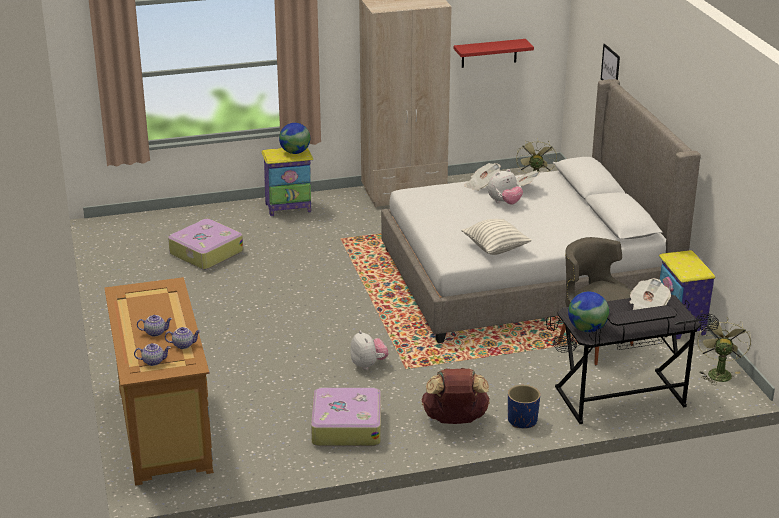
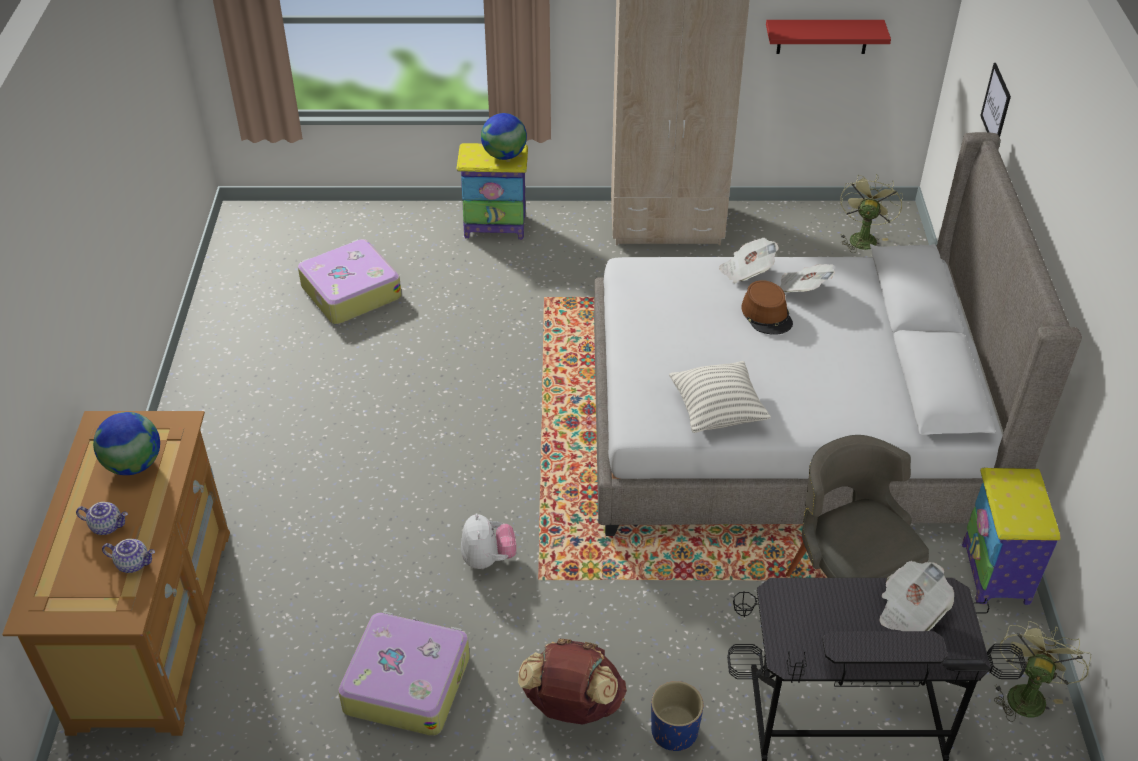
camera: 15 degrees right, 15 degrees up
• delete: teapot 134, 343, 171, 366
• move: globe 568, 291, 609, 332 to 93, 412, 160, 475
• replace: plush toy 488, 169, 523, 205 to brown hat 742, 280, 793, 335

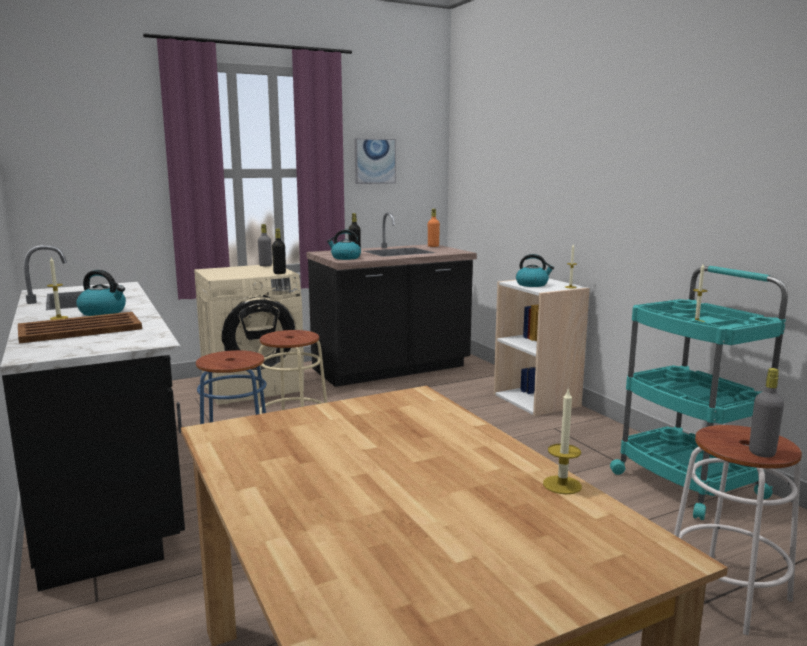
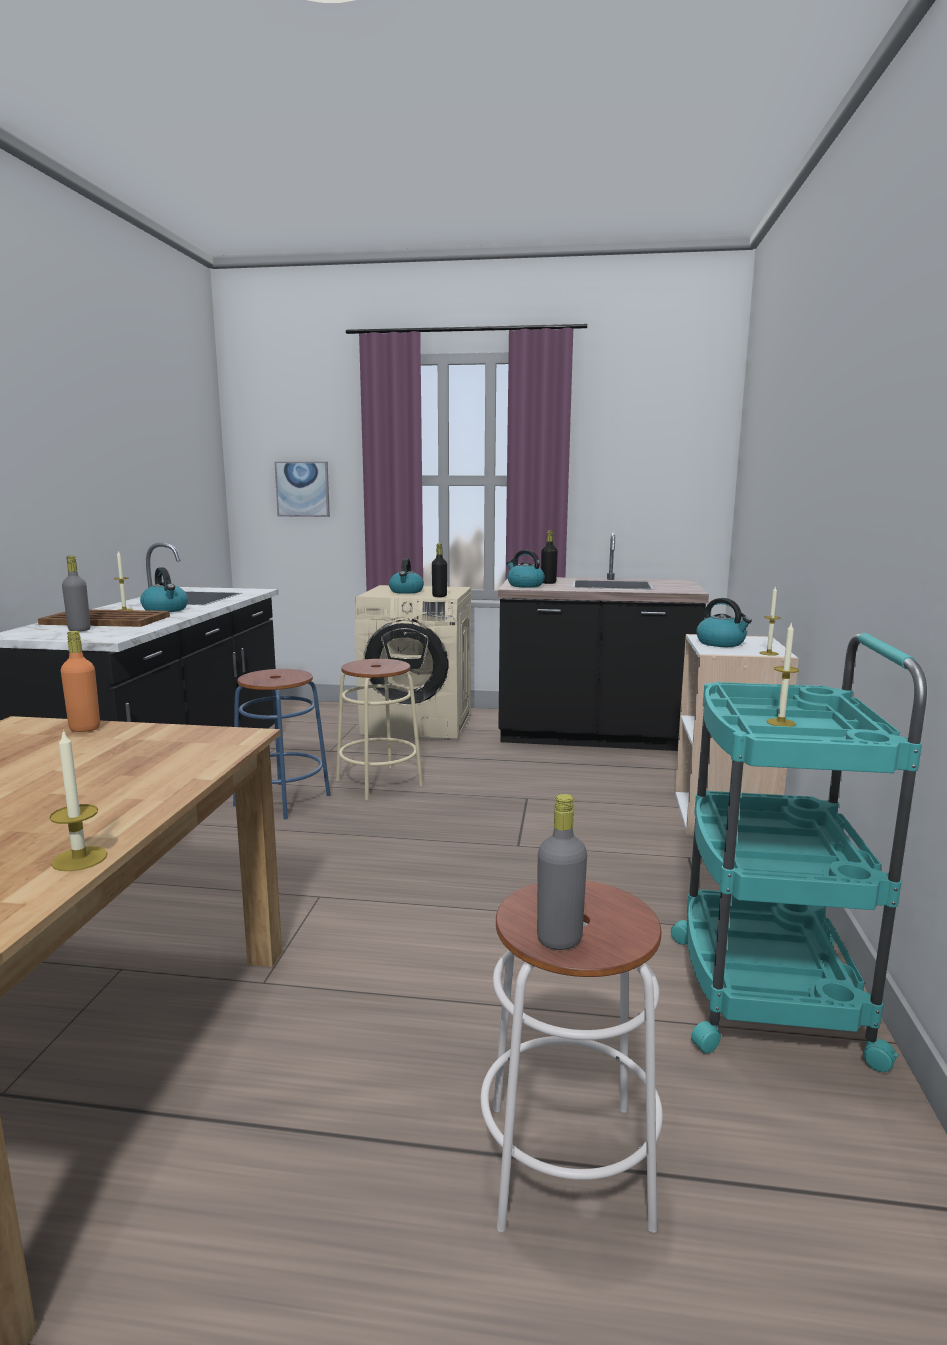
camera: 35 degrees right, 0 degrees up
• insert: kettle 389, 558, 424, 594
• move: grey bottle 258, 224, 272, 266 to 62, 556, 91, 632
• move: picture 355, 138, 396, 184 to 274, 462, 330, 517
• move: orange bottle 428, 209, 440, 247 to 61, 631, 100, 732

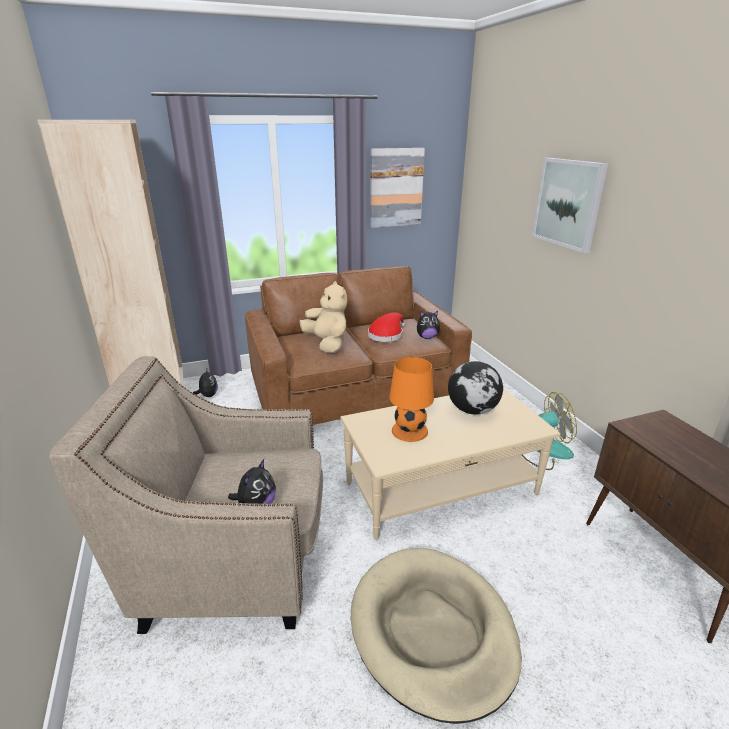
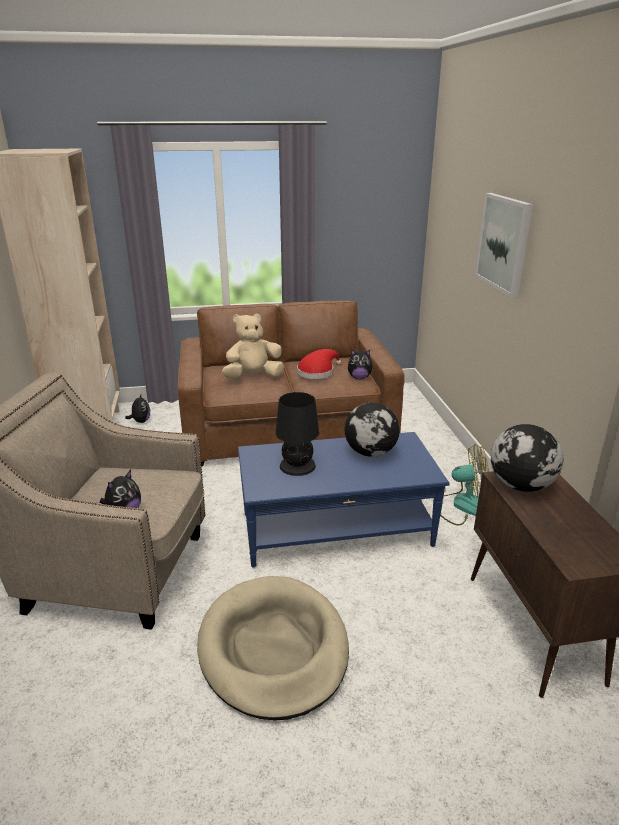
camera: 10 degrees right, 0 degrees up
• delete: picture 370, 148, 425, 228
• insert: globe 491, 424, 564, 492
• recolor: beige coffee table 340, 387, 560, 540 to blue coffee table 238, 432, 450, 568
• recolor: orange table lamp 389, 357, 434, 442 to black table lamp 276, 392, 319, 476
• rotate: beige plush toy 299, 281, 348, 353 = 222, 313, 284, 378 90 degrees counterclockwise

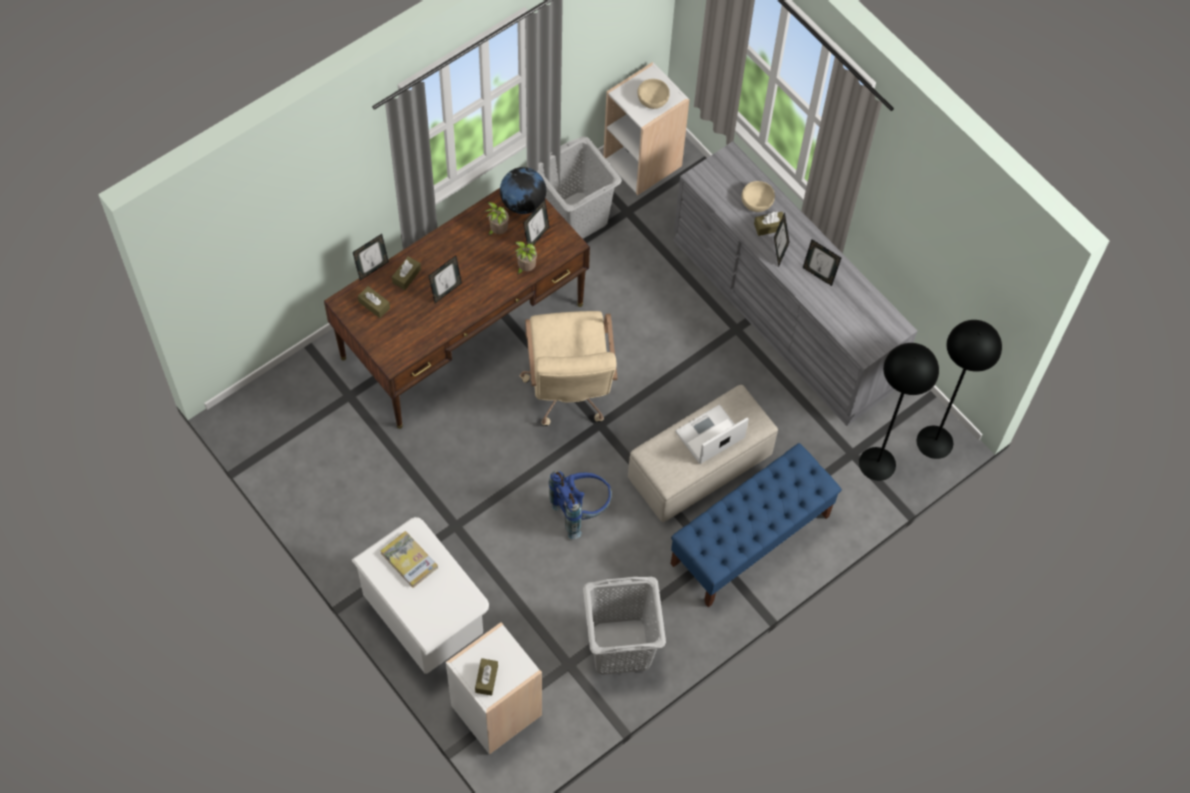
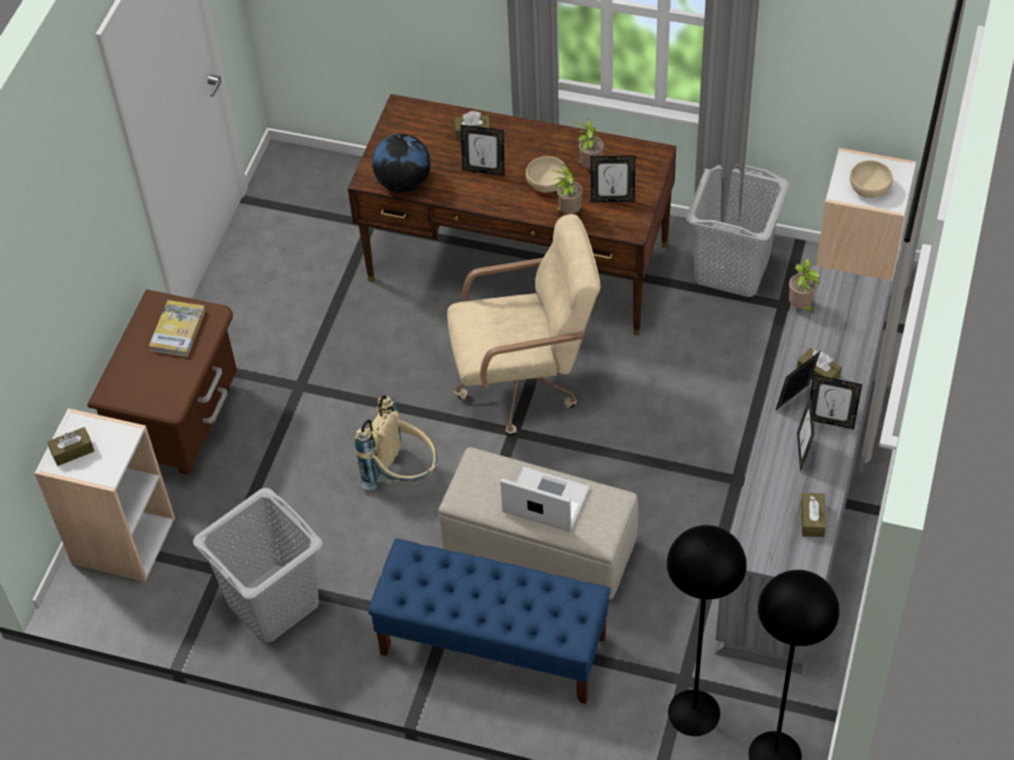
camera: 60 degrees right, 10 degrees down
• insert: potted plant 789, 259, 820, 314
• move: picture frame 353, 234, 389, 281 to 810, 374, 862, 429
• move: brown tissue box 358, 286, 390, 318 to 801, 493, 826, 537
• move: globe 500, 167, 546, 214 to 372, 134, 431, 193
• move: beige bowl 741, 181, 775, 212 to 526, 156, 567, 193
• recolor: white nightstand 352, 517, 489, 674 to brown nightstand 87, 289, 237, 475
• recolor: blue backpack 549, 471, 612, 539 to beige backpack 354, 395, 437, 490
• rotate: beige office chair 520, 311, 617, 426 = 447, 214, 600, 436 150 degrees counterclockwise

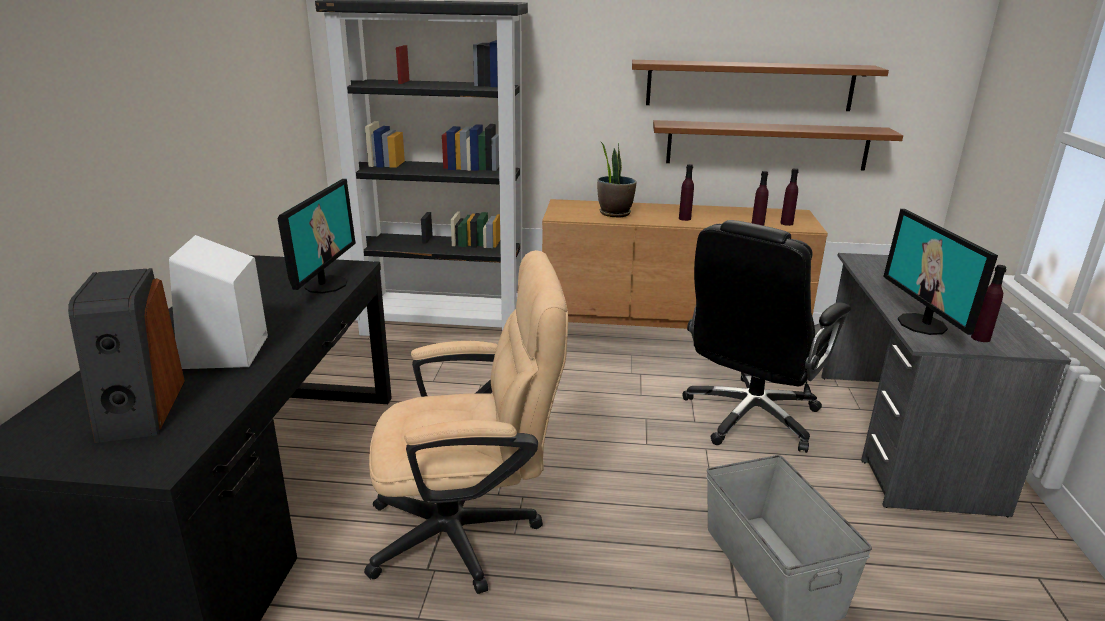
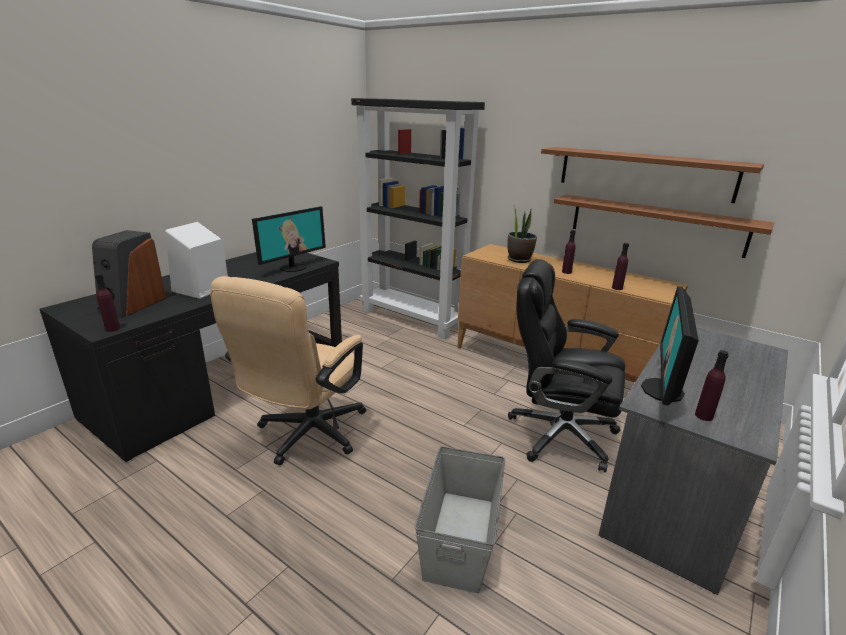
camera: 30 degrees right, 0 degrees up
• move: purple bottle 781, 168, 799, 226 to 95, 274, 120, 332
• rotate: beige office chair 364, 250, 568, 594 = 210, 276, 366, 465 90 degrees clockwise
• rotate: black office chair 683, 220, 851, 453 = 508, 259, 625, 472 45 degrees clockwise

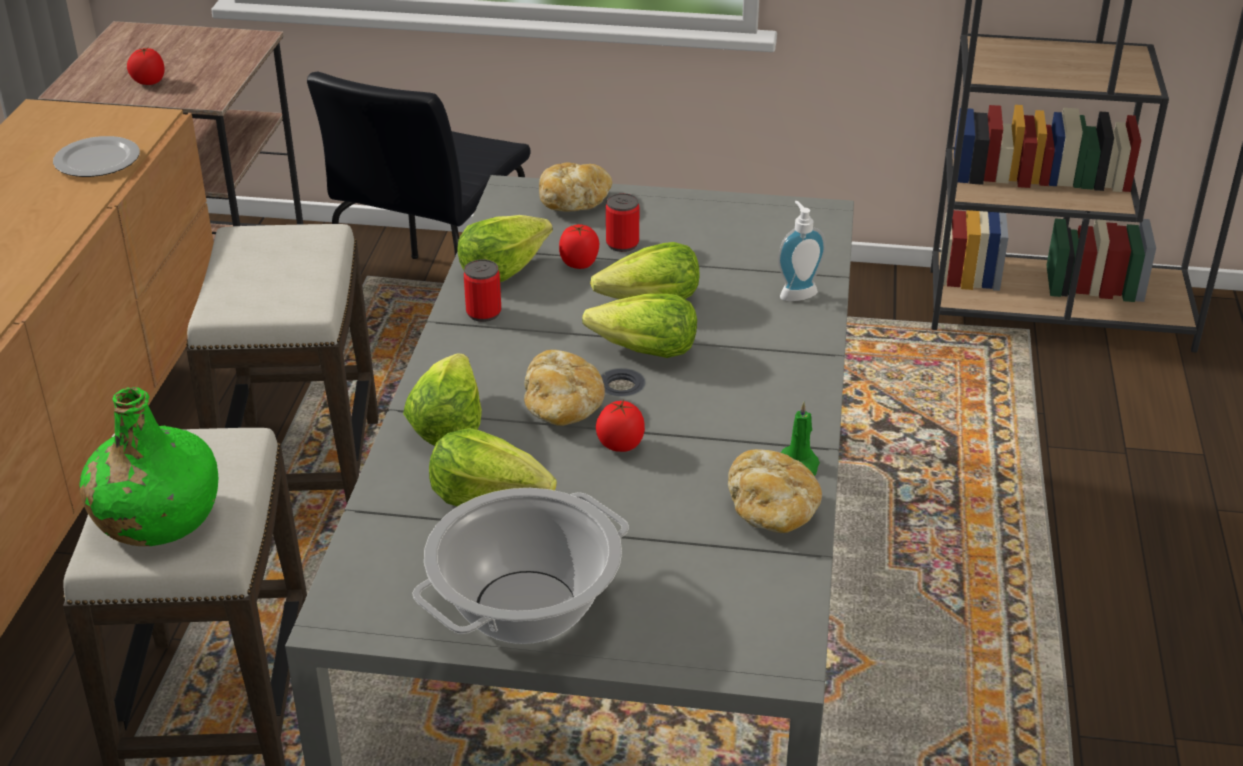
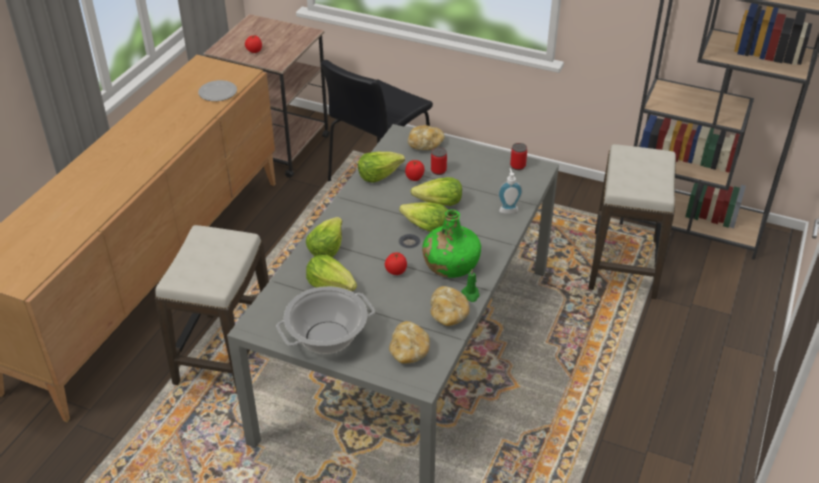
camera: 15 degrees right, 5 degrees up
• move: green bottle 79, 387, 218, 546 to 422, 209, 481, 278
• move: stool 186, 224, 379, 503 to 588, 144, 676, 299
• move: can 464, 259, 501, 322 to 510, 143, 527, 170
• move: bread 524, 350, 605, 426 to 389, 321, 430, 364

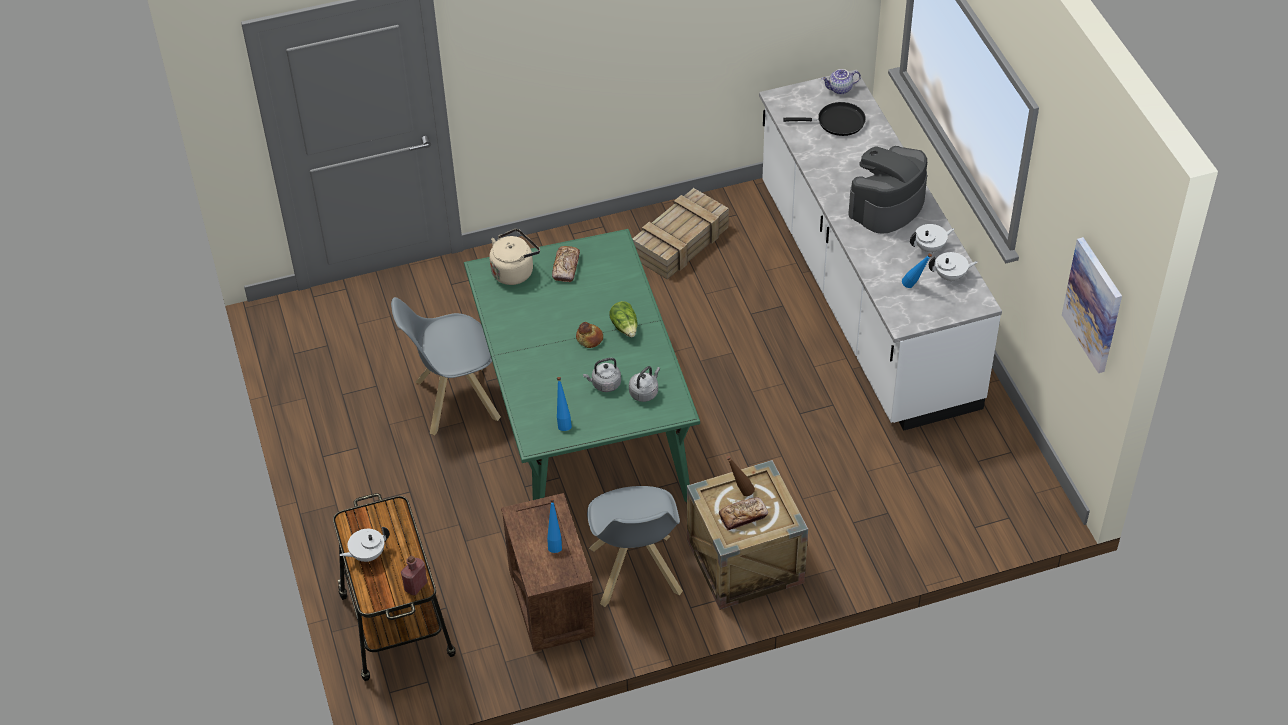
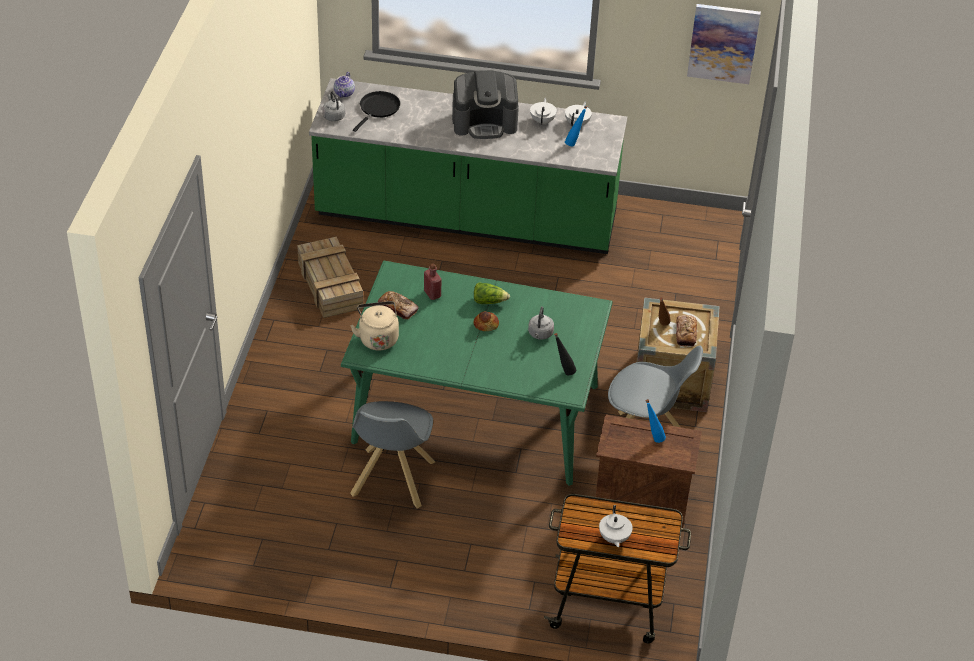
camera: 65 degrees left, 5 degrees down
• move: red bottle 401, 556, 427, 595 to 424, 264, 442, 300
• move: grey kettle 629, 366, 660, 402 to 322, 92, 345, 122
• recolor: blue bottle 557, 377, 572, 431 to black bottle 554, 333, 576, 375
• recolor: white counter 759, 70, 1002, 431 to green counter 309, 78, 627, 254
• rotate: coffee machine 848, 146, 927, 233 = 452, 70, 519, 139 75 degrees counterclockwise

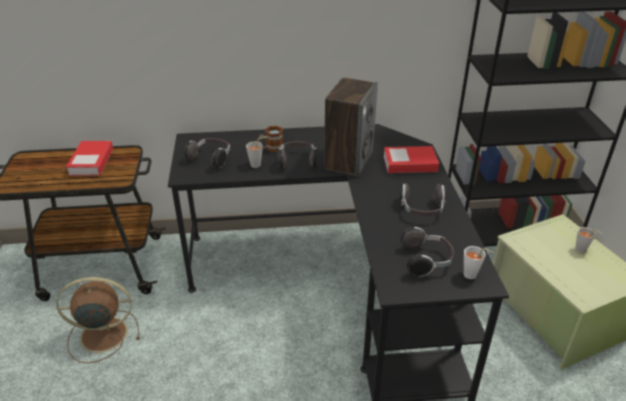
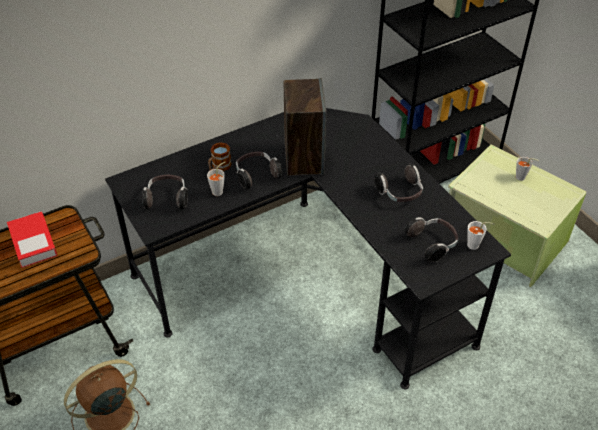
camera: 25 degrees left, 10 degrees up
• delete: book 383, 146, 439, 173

